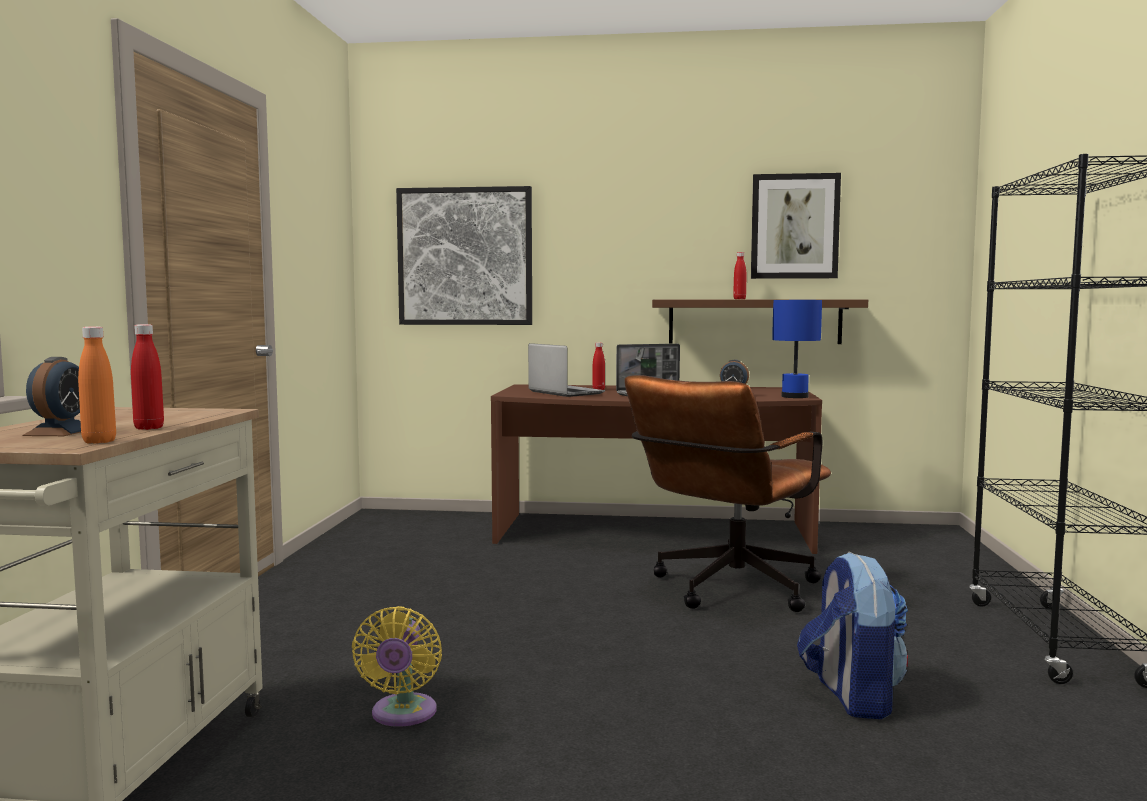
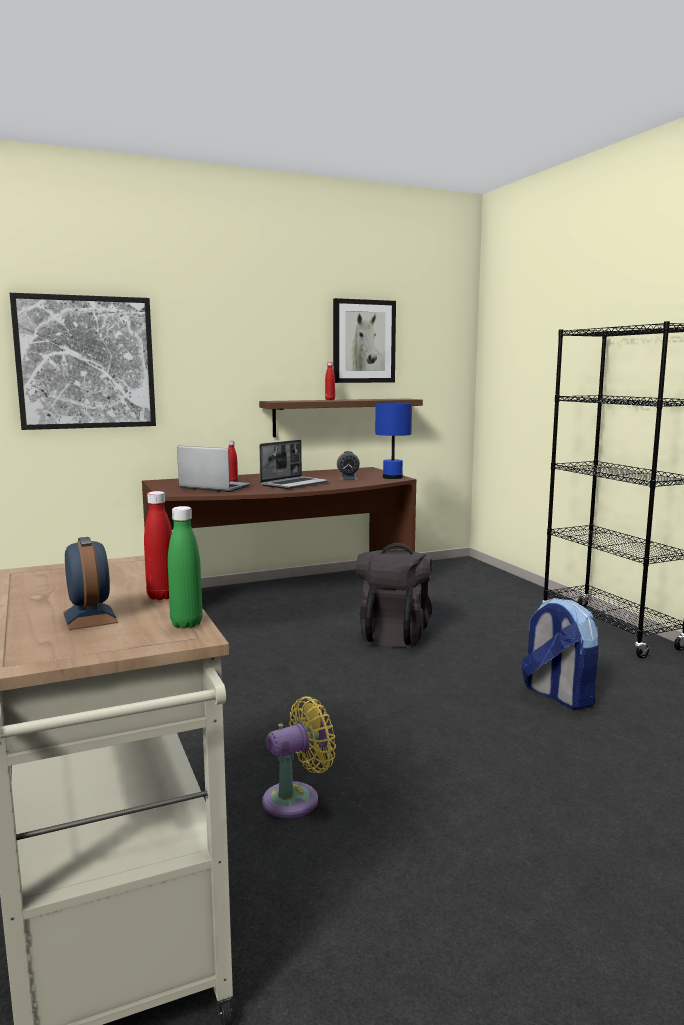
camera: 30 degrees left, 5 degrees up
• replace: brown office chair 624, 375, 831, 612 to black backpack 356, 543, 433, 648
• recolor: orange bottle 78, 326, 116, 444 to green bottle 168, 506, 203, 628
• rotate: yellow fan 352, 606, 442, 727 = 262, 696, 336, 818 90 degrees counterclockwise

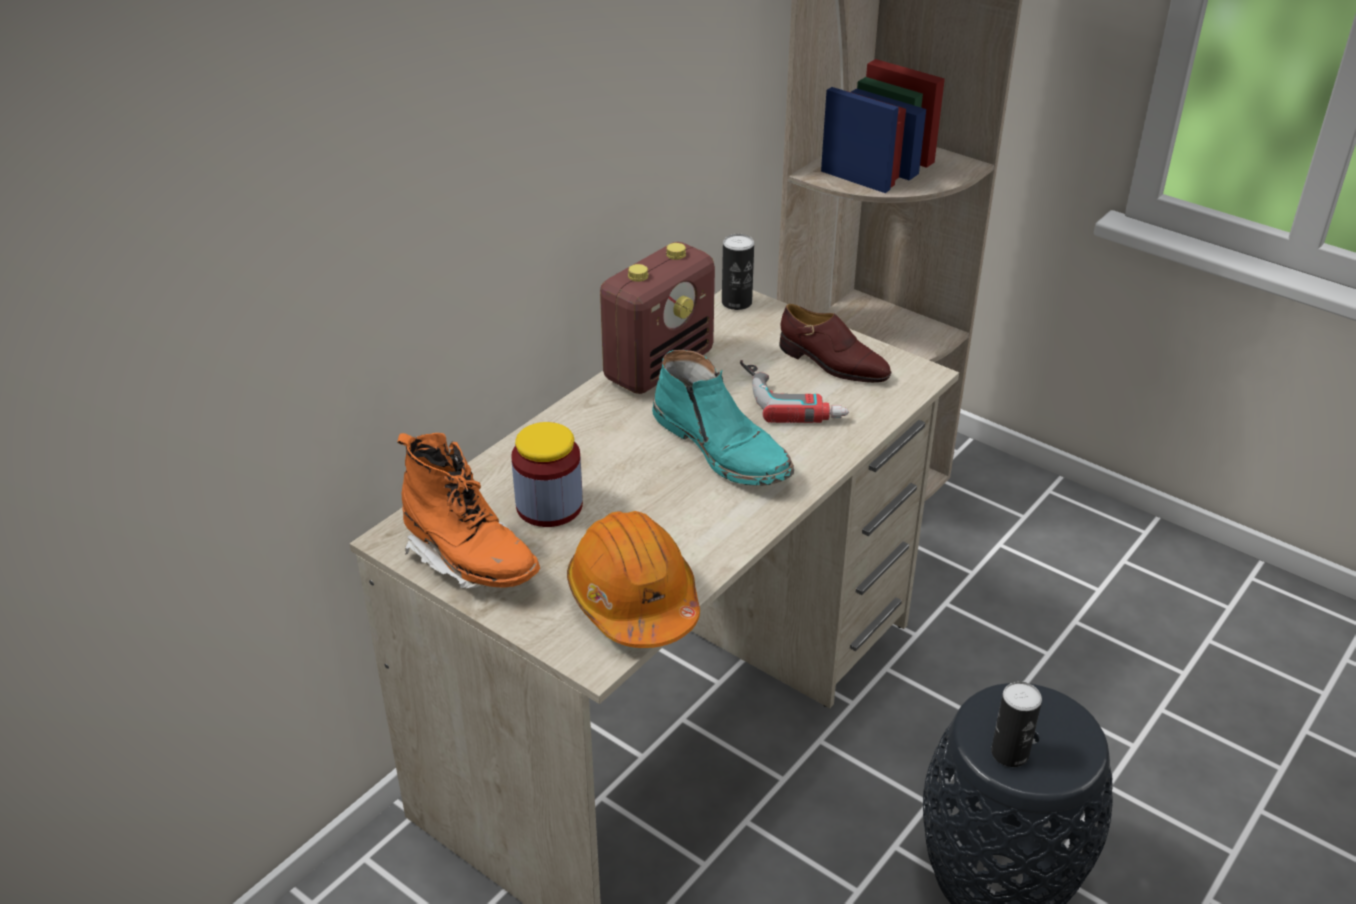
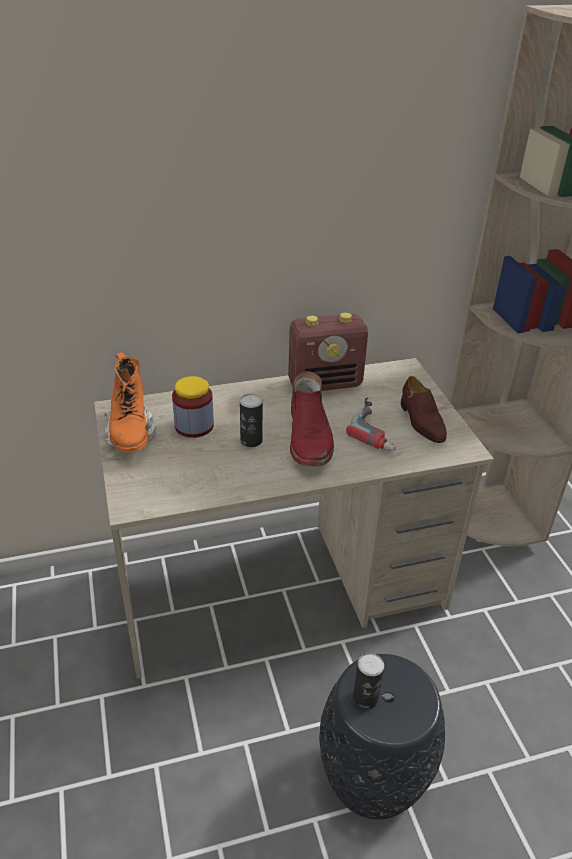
camera: 35 degrees right, 0 degrees up
• delete: orange hard hat 567, 511, 700, 648
• move: can 722, 234, 754, 310 to 240, 393, 263, 447
• recolor: turquoise boot 652, 350, 794, 486 to red boot 290, 371, 334, 466

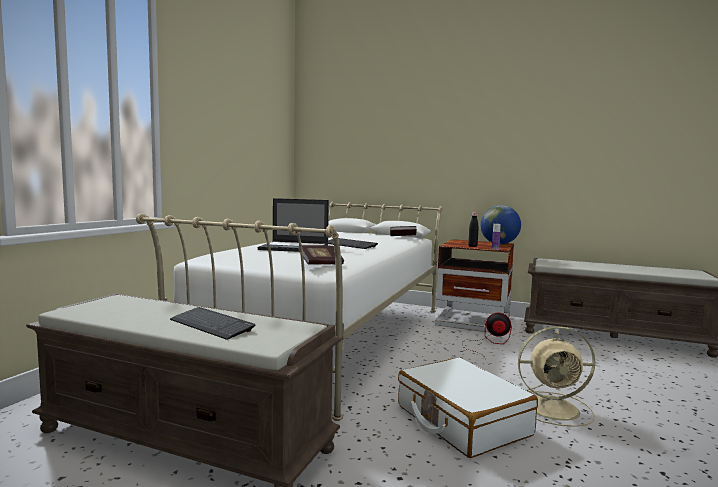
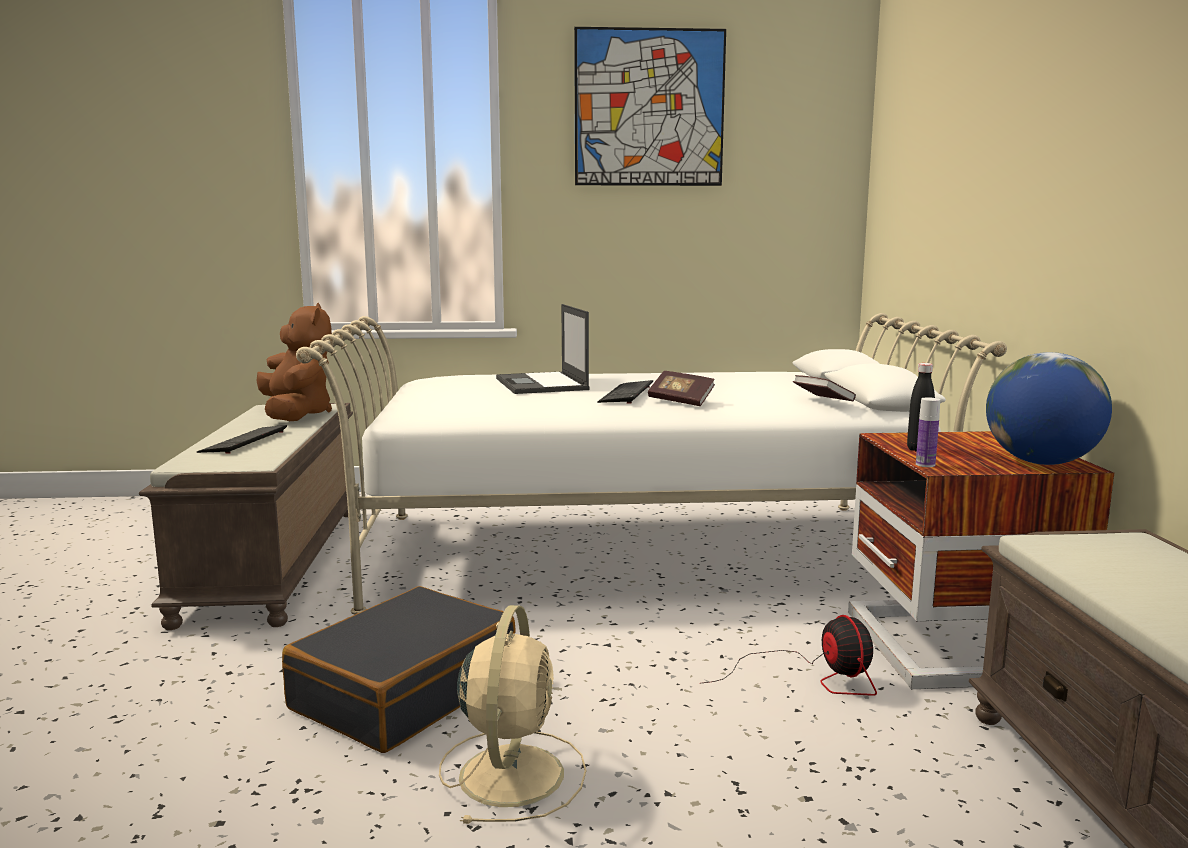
camera: 65 degrees right, 5 degrees up
• insert: brown plush toy 256, 303, 332, 421
• insert: picture 574, 27, 726, 186
• move: book 299, 245, 344, 265 to 648, 371, 715, 406
• recolor: white suitcase 398, 357, 538, 458 to black suitcase 282, 586, 516, 753
• rotate: beige fan 518, 326, 595, 427 = 439, 605, 586, 824 150 degrees counterclockwise

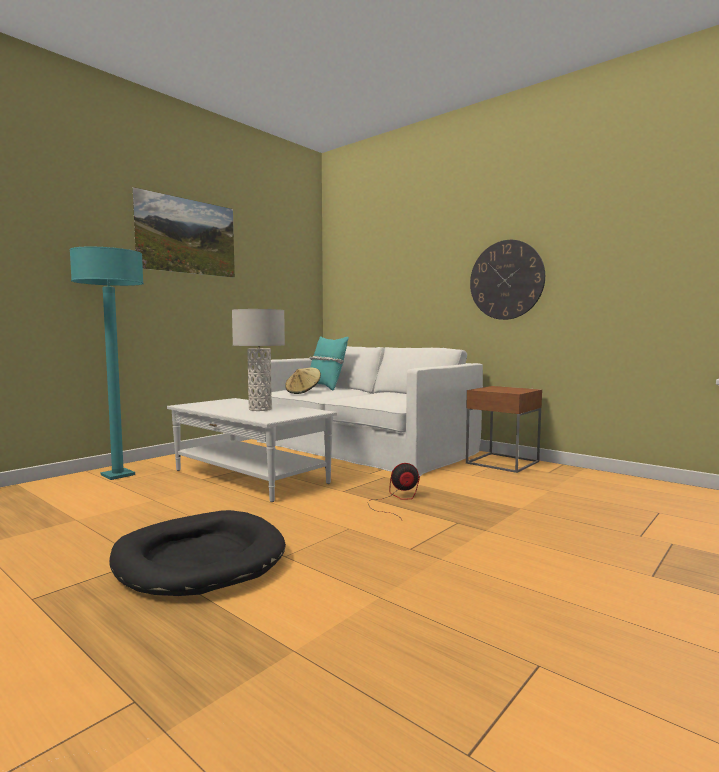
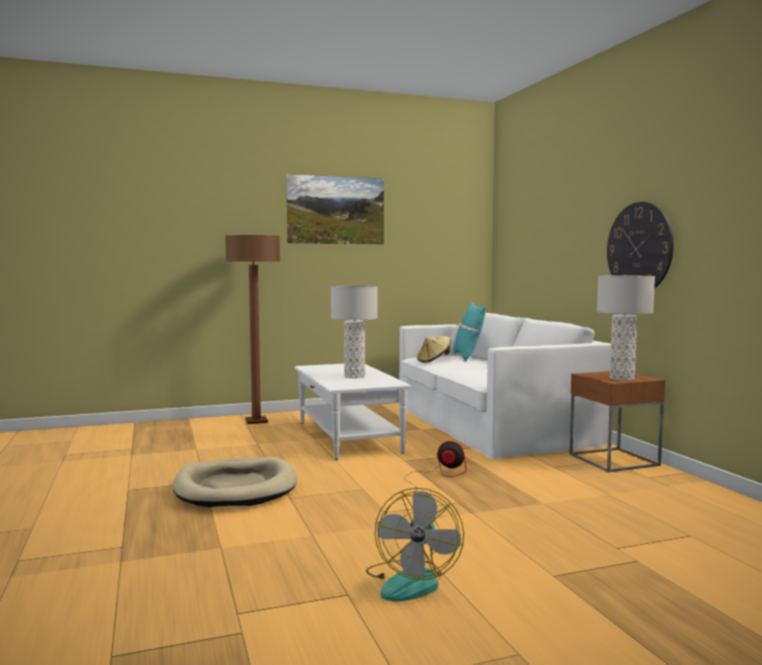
camera: 30 degrees right, 0 degrees up
• insert: fan 366, 488, 464, 601
• insert: white table lamp 597, 275, 655, 381
• recolor: turquoise floor lamp 69, 247, 144, 480 to brown floor lamp 225, 235, 280, 424
• recolor: black dog bed 109, 510, 286, 596 to beige dog bed 173, 457, 297, 507

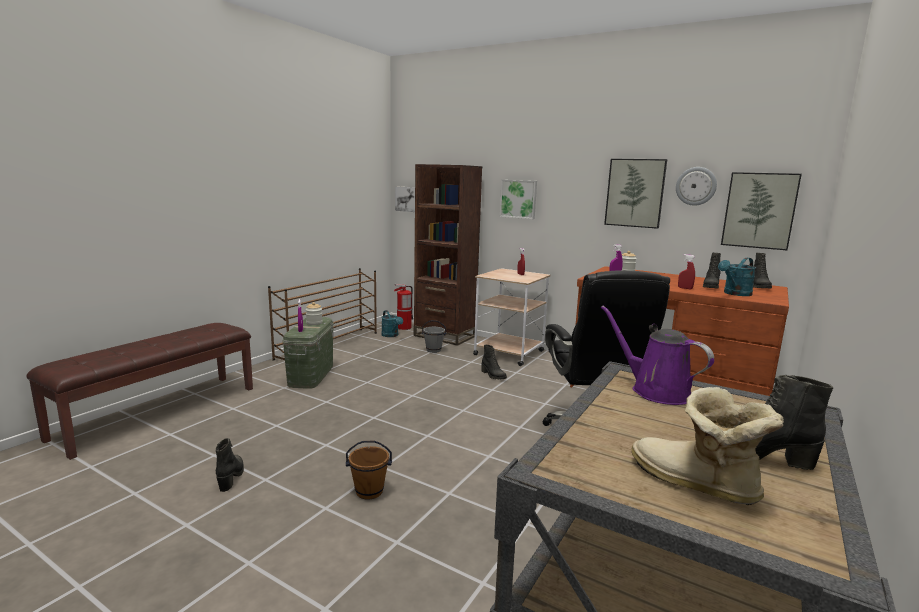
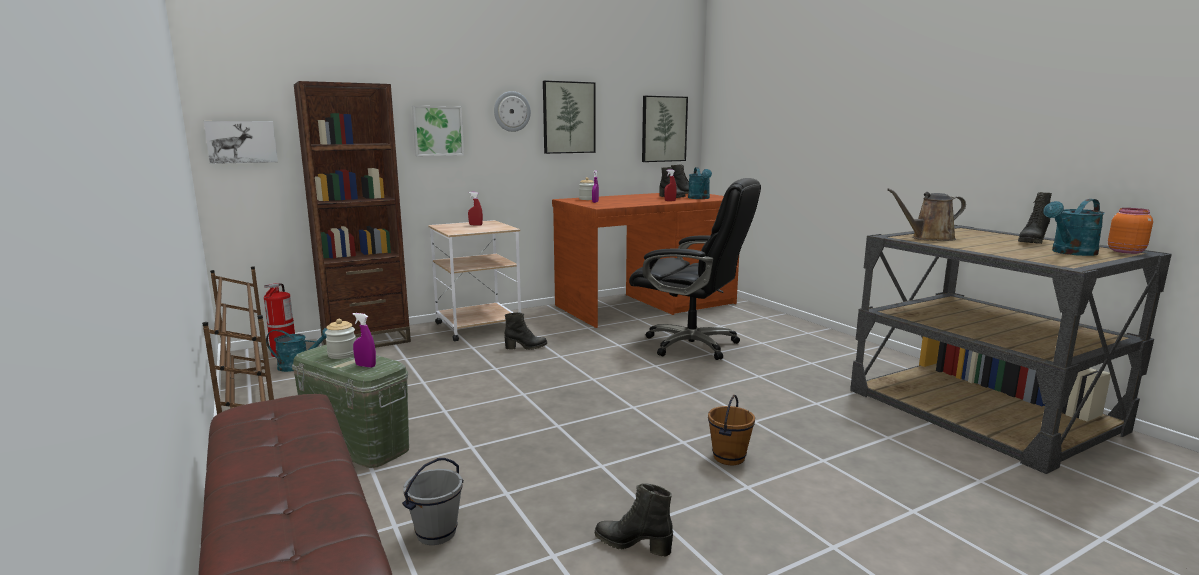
camera: 60 degrees left, 0 degrees up
• insert: orange jar 1108, 208, 1153, 254
• move: grey bucket 422, 320, 447, 353 to 402, 458, 463, 545
• move: wall clock 676, 167, 717, 206 to 494, 91, 531, 132
• replace: boot 631, 387, 784, 505 to turquoise watering can 1043, 199, 1105, 256
• recolor: purple watering can 601, 306, 714, 405 to brown watering can 887, 188, 966, 241

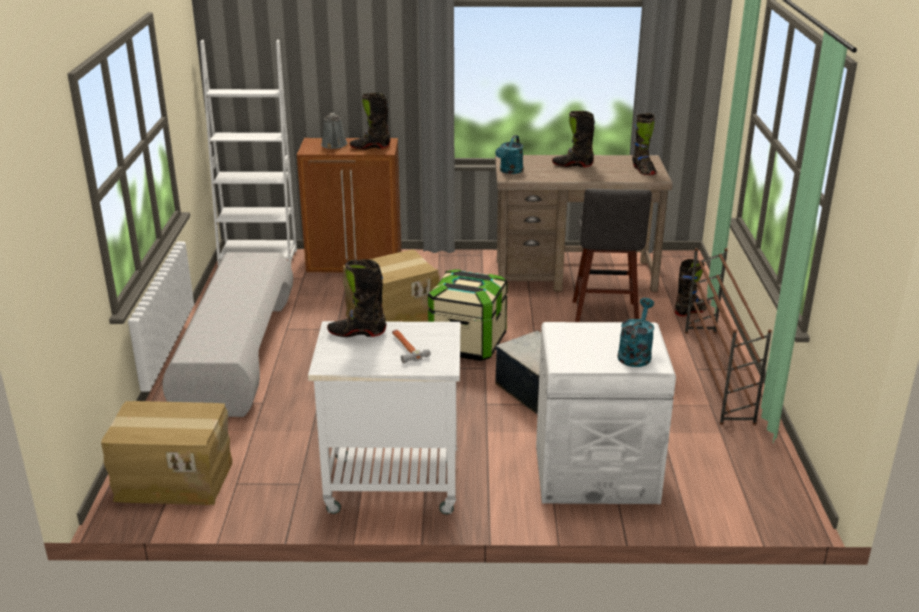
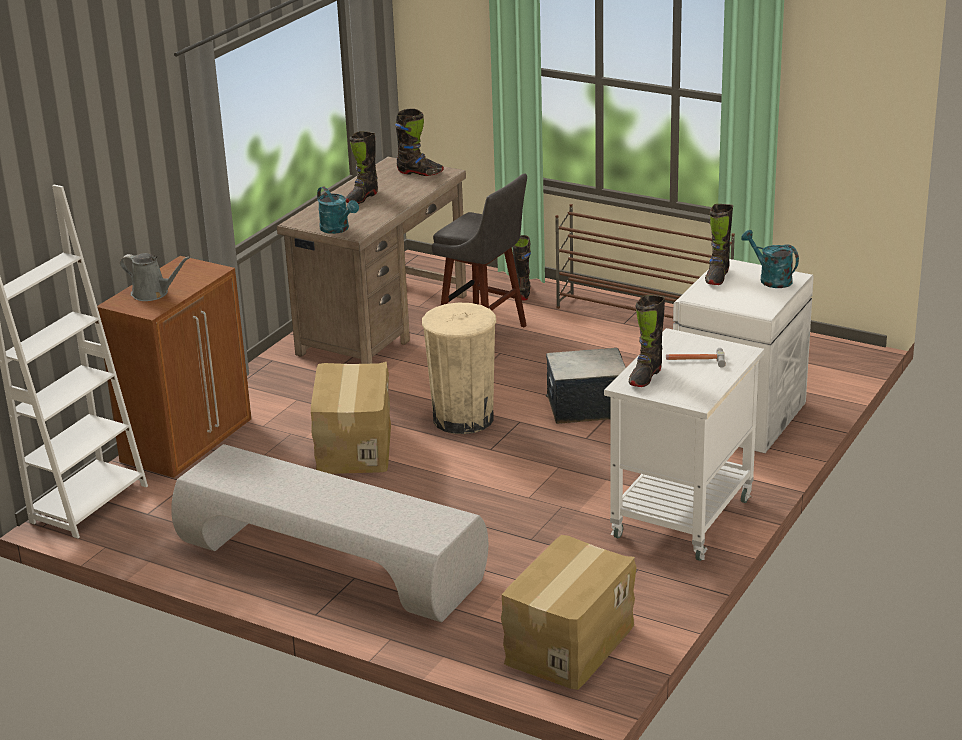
camera: 60 degrees left, 0 degrees up
• move: black boot 349, 93, 390, 150 to 705, 204, 733, 285
• replace: storage box 428, 269, 508, 361 to beige trash can 422, 303, 496, 434

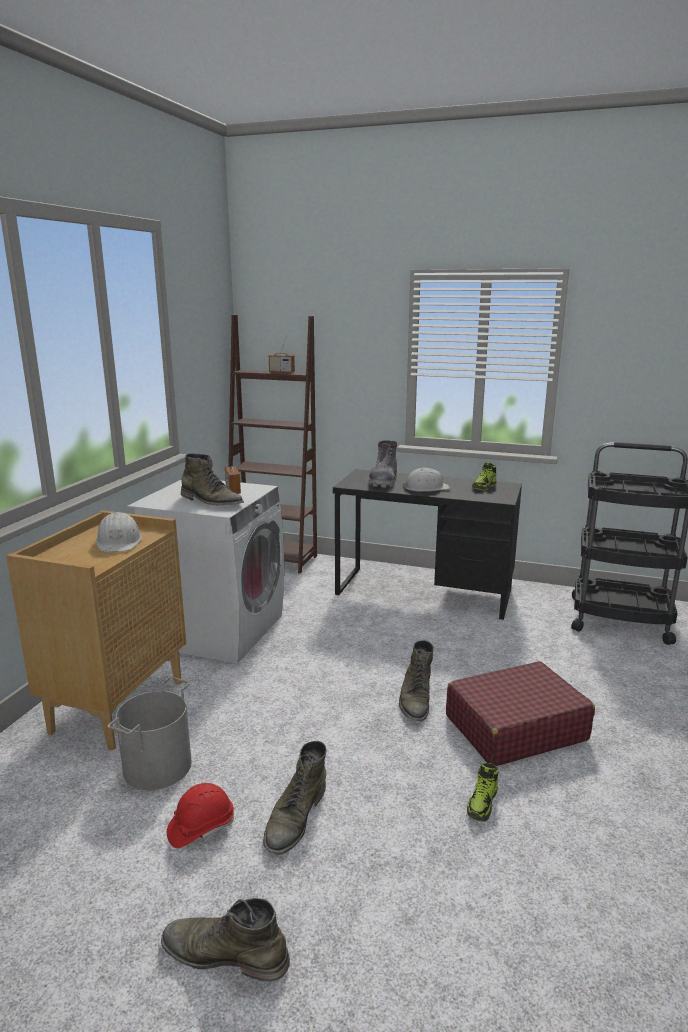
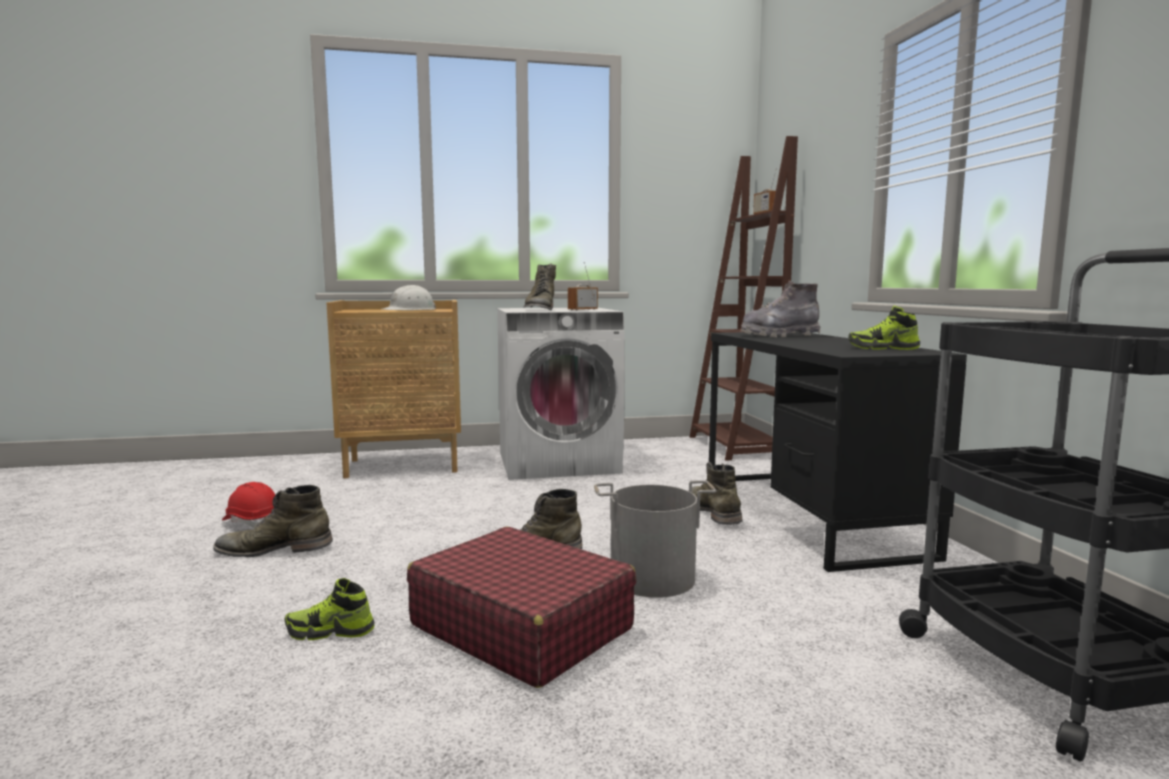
camera: 60 degrees right, 10 degrees down
• delete: white hard hat 403, 468, 450, 492
• move: grey bucket 107, 677, 192, 790 to 594, 480, 717, 598
• move: green boot 161, 898, 290, 982 to 688, 462, 743, 525

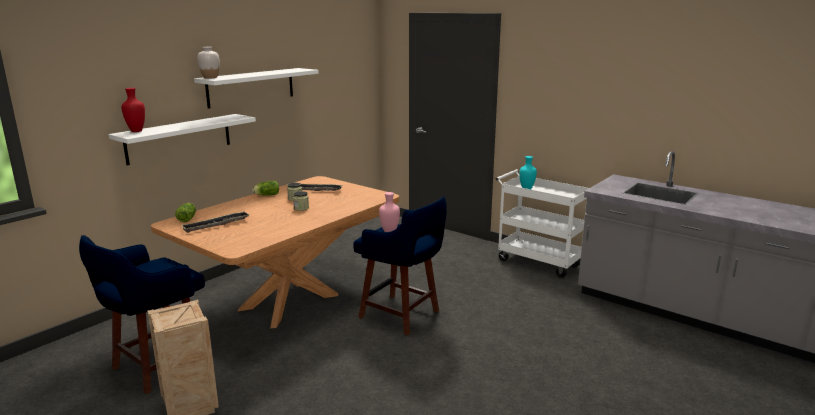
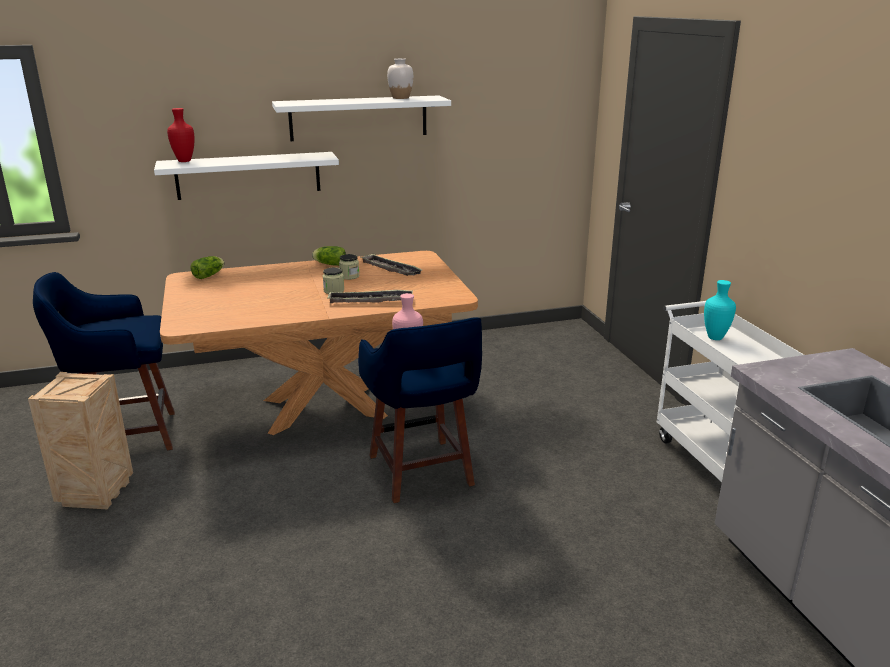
camera: 35 degrees right, 5 degrees up
• move: tray 181, 212, 249, 233 to 328, 290, 413, 303
• move: white vase 197, 47, 220, 78 to 387, 58, 413, 99

